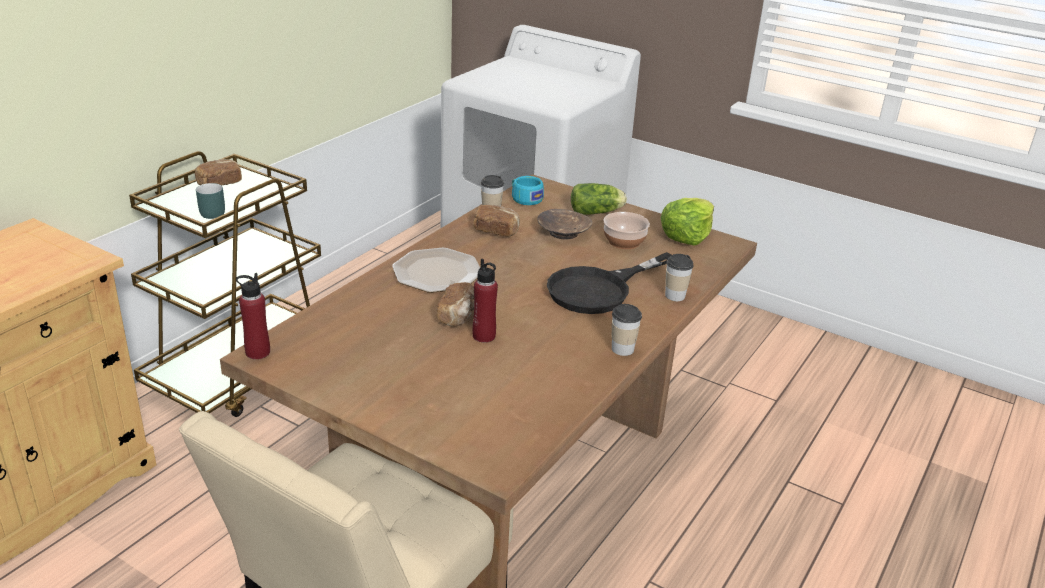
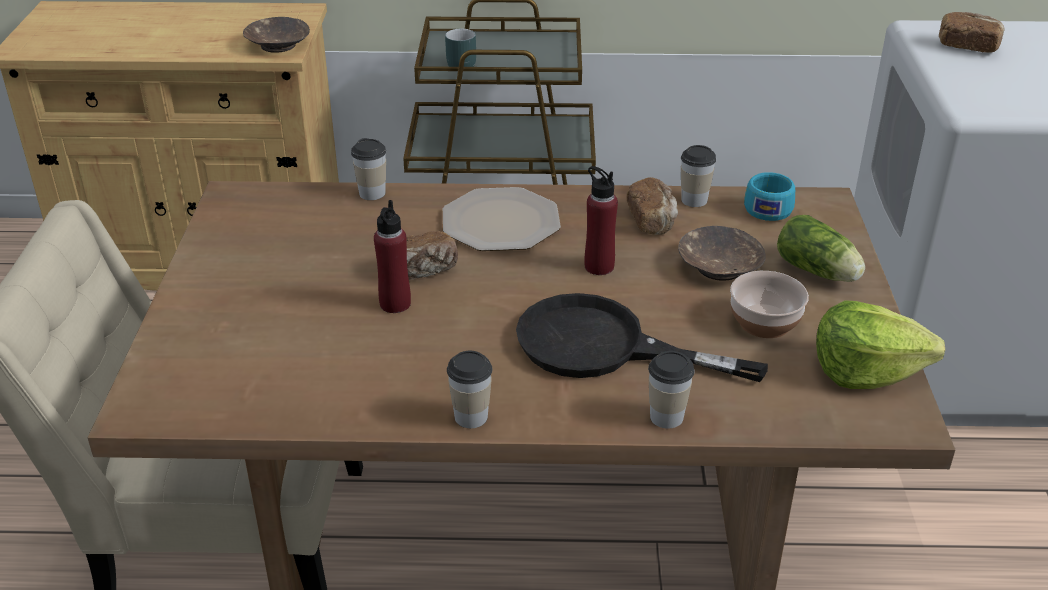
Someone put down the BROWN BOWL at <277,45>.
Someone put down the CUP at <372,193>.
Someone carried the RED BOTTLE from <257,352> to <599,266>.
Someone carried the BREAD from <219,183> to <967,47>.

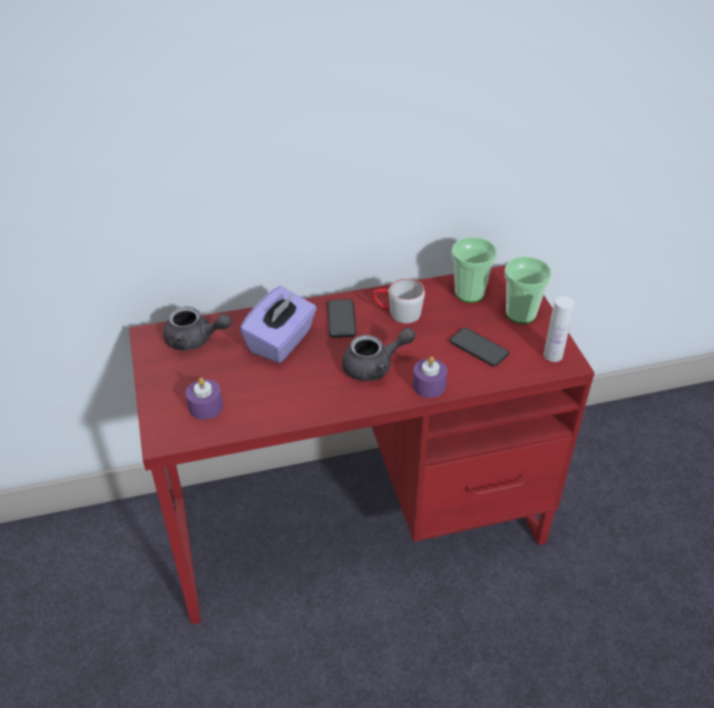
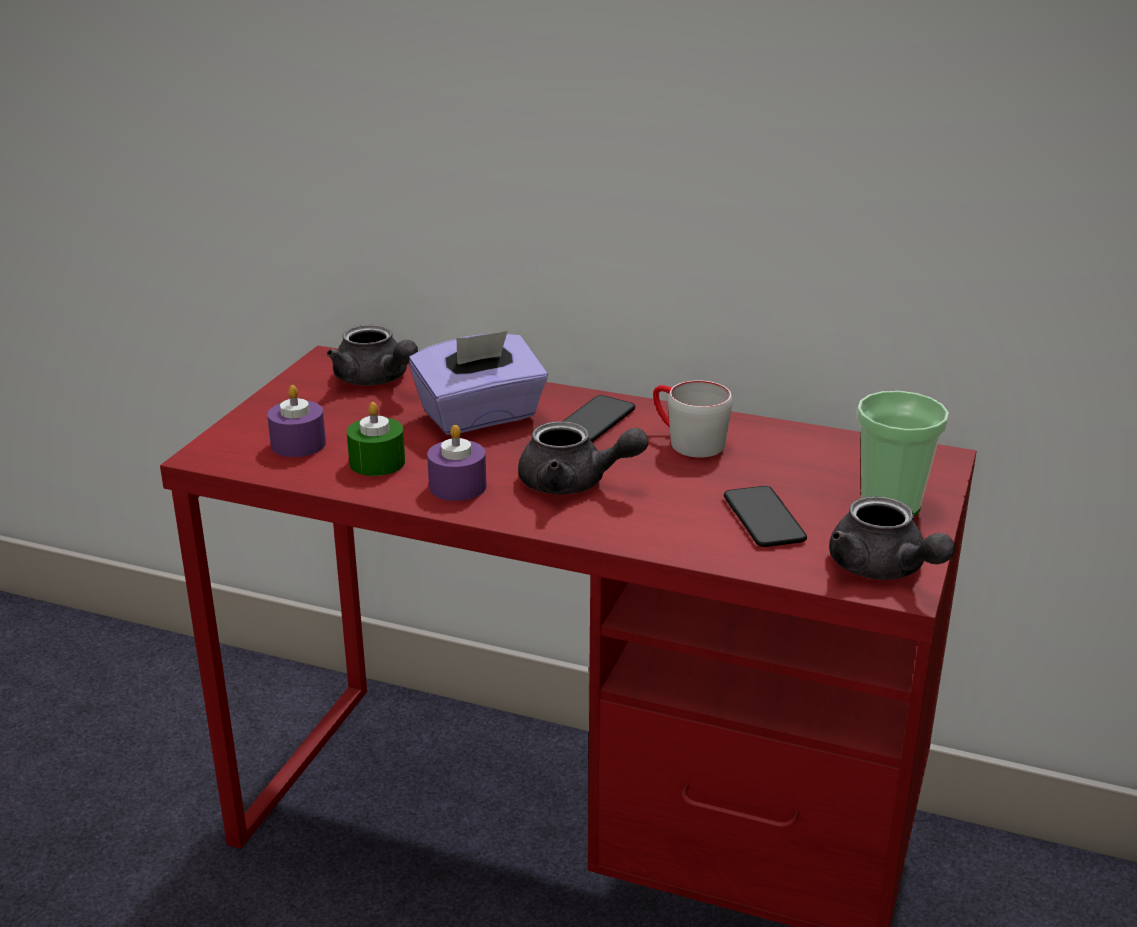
Someone put down the GREEN CANDLE at <377,462>.
Someone carried the PURPLE CANDLE from <429,385> to <457,486>.
Someone swapped the WHITE BOTTLE at <553,355> for the GREY TEAPOT at <883,570>.
Someone took away the CUP at <469,293>.

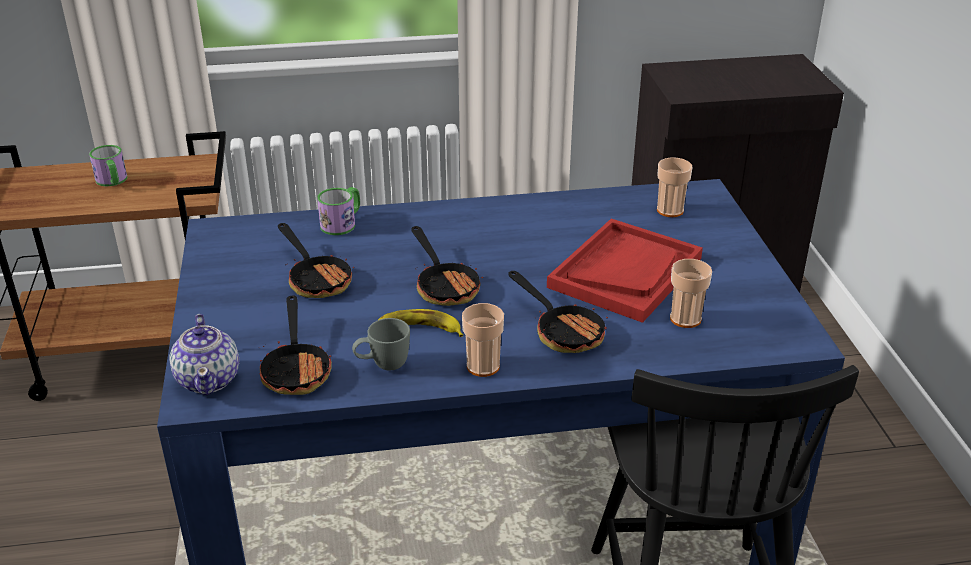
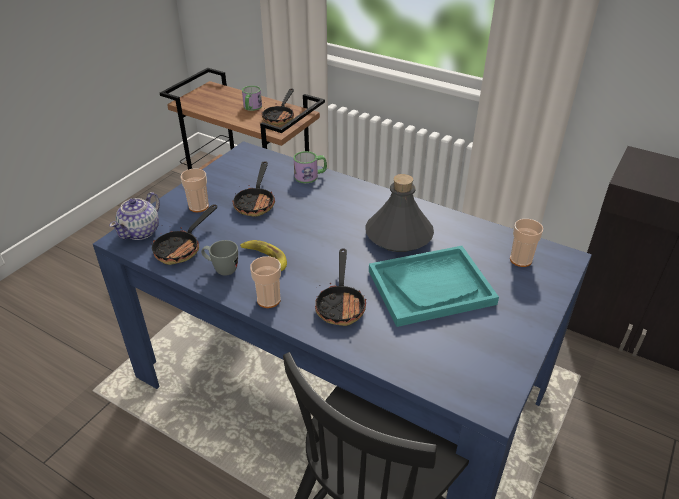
Someone carried the CUP from <685,319> to <198,206>.
Someone carried the FRYING PAN from <444,285> to <280,117>.
Someone put down the GREY BOTTLE at <399,235>.
Someone repainted the RED TRAY at <625,272>, which became the TURQUOISE TRAY at <431,287>.

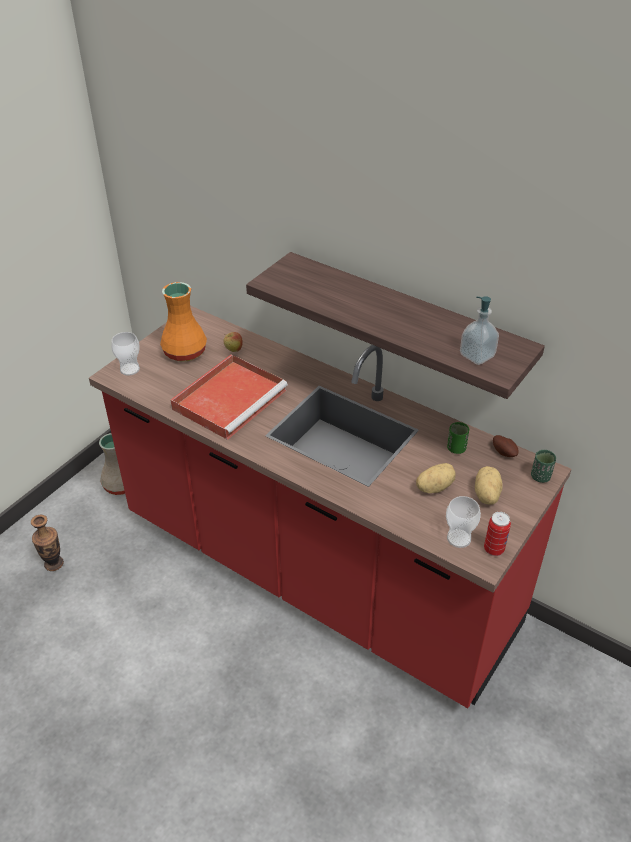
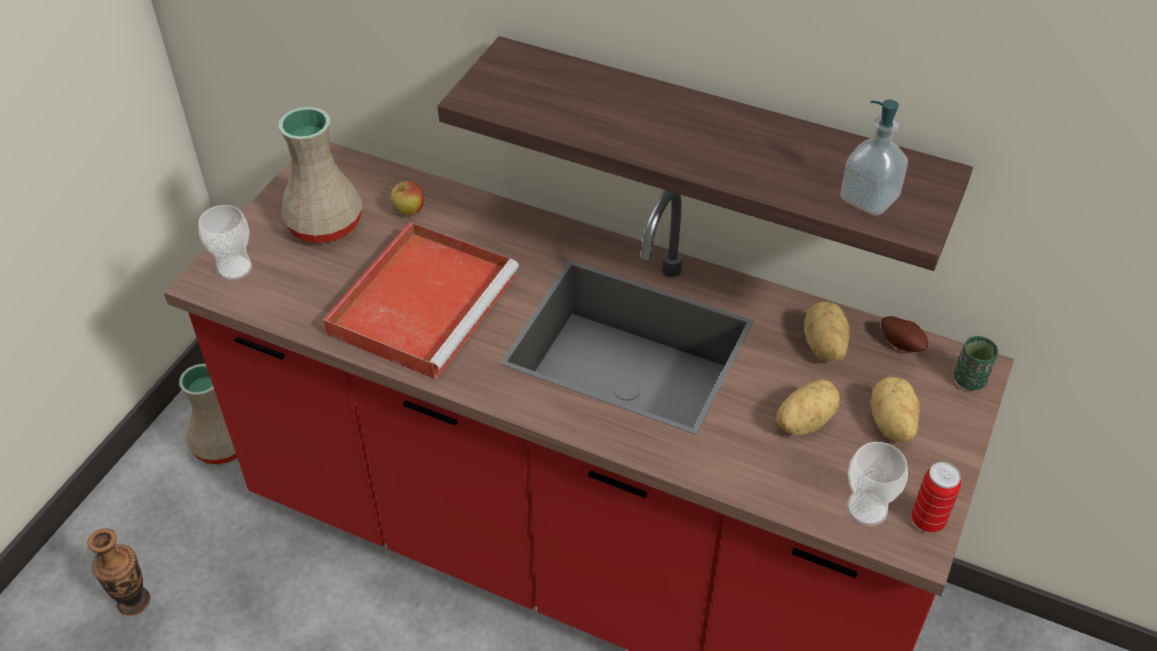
Someone repainted the ORANGE VASE at <186,352>, which became the BEIGE VASE at <327,224>.
Someone swapped the GREEN CUP at <456,448> for the POTATO at <823,347>.

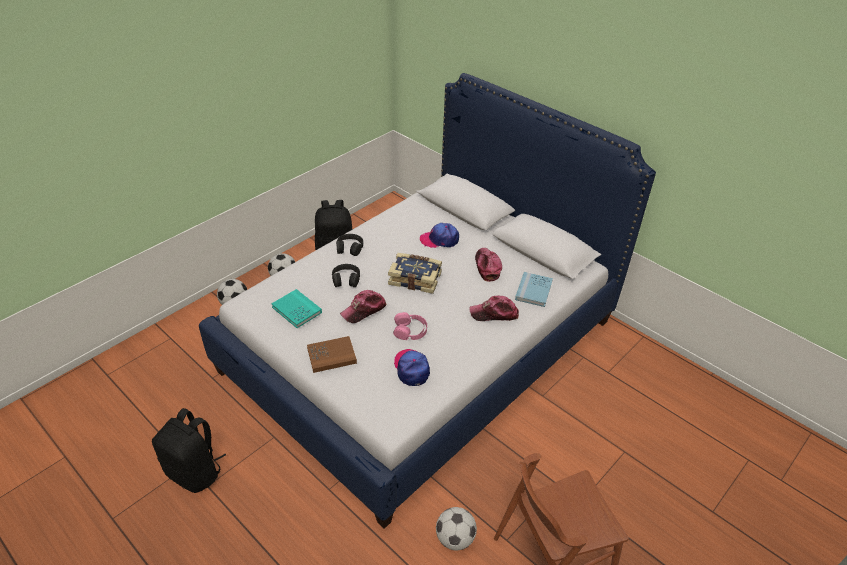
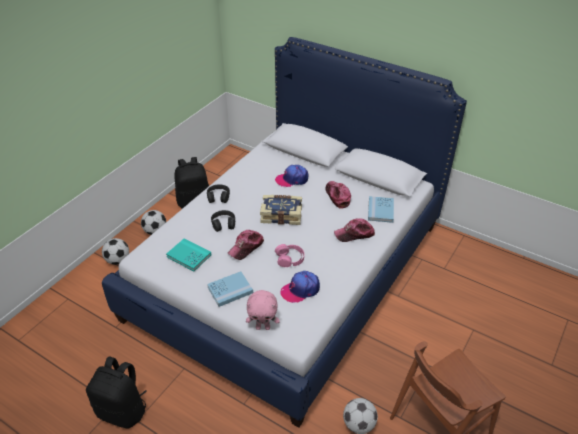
Someone repainted the BROWN BOOK at <331,356>, which became the BLUE BOOK at <230,290>.
Someone put down the PINK PLUSH TOY at <263,327>.
Someone rotated the CAP at <412,368> by 90 degrees counterclockwise.

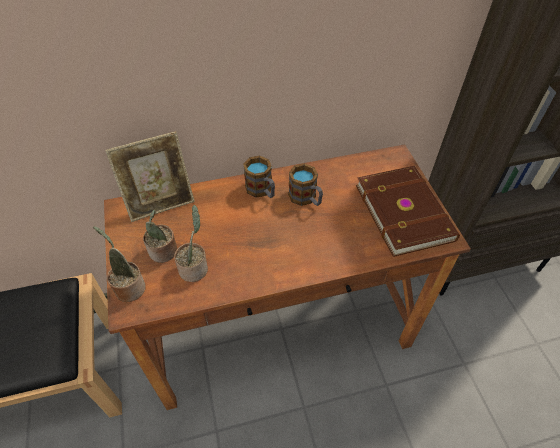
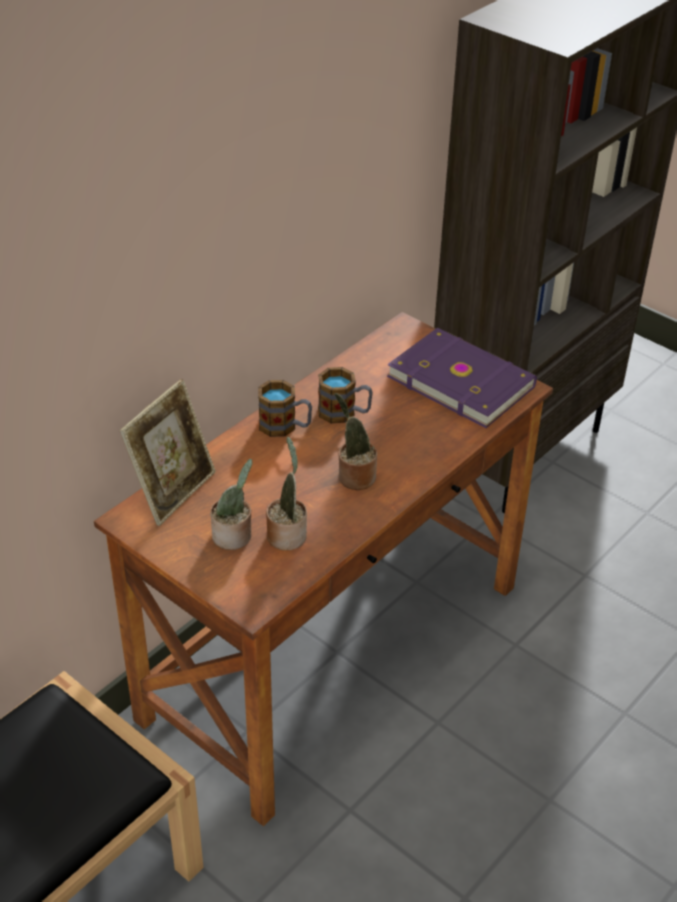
Someone carried the POTTED PLANT from <129,287> to <354,476>.
Someone repainted the BROWN BOOK at <405,211>, which became the PURPLE BOOK at <461,380>.

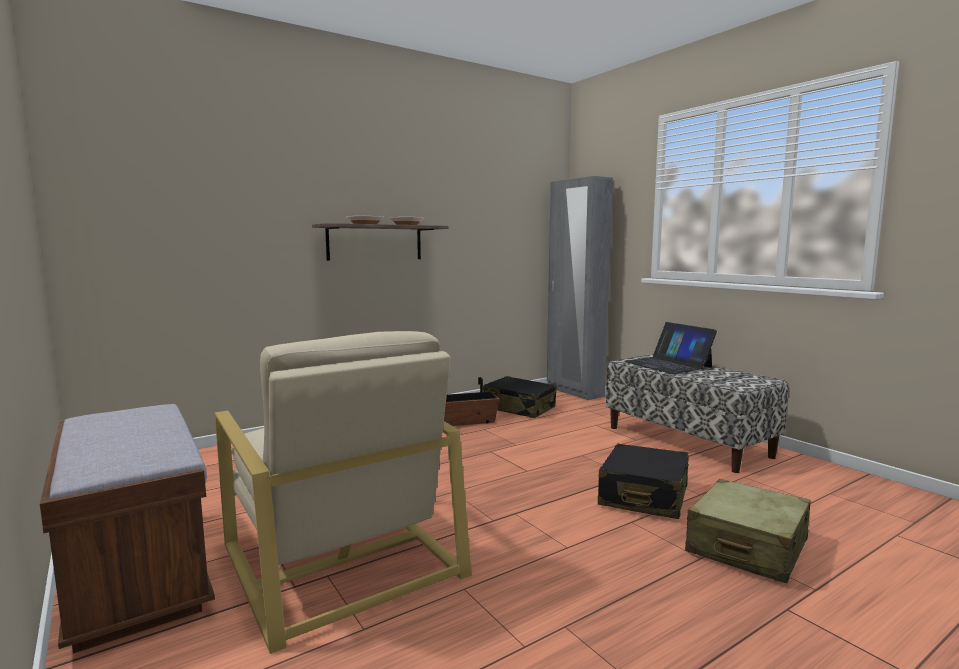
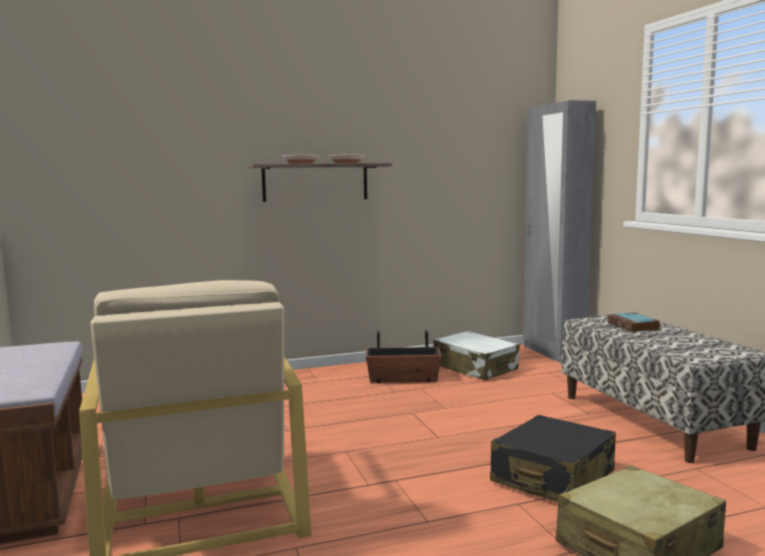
Someone repainted the BLACK SUITCASE at <519,408>, which became the WHITE SUITCASE at <475,368>.
Someone swapped the LAPTOP at <667,364> for the BOOK at <634,326>.

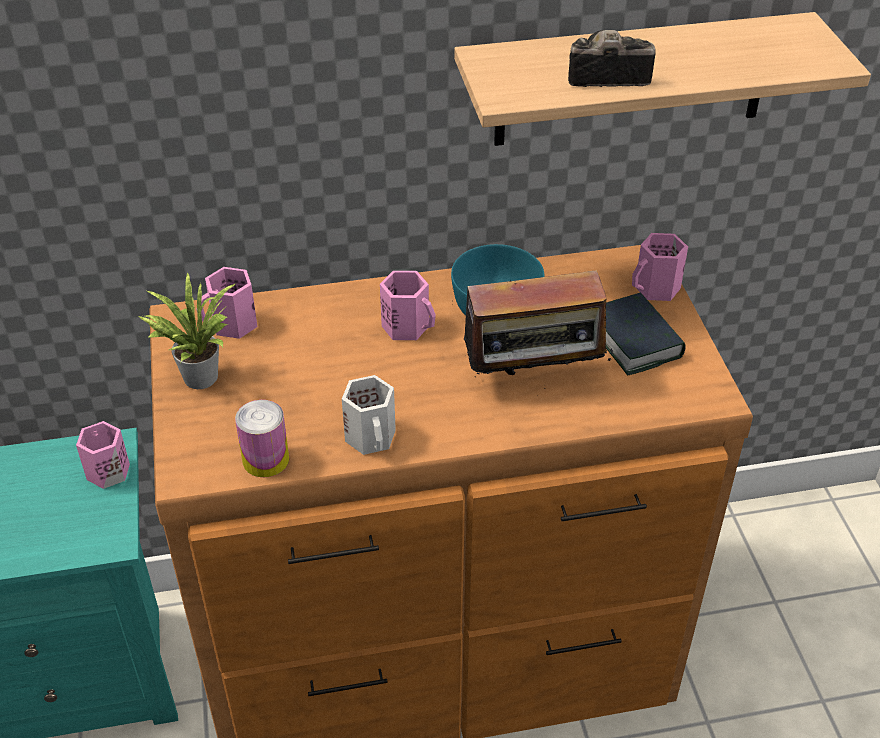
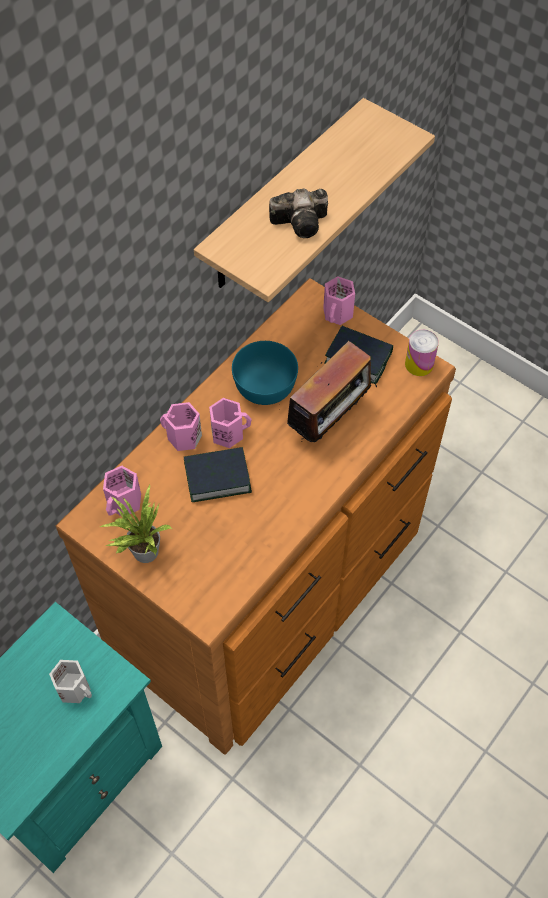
Someone carried the WHITE MUG from <372,437> to <75,688>.
Someone carried the PINK MUG from <106,471> to <182,437>.
Someone put down the BOOK at <217,477>.
Someone rotated the PHOTO CAMERA at <603,76> by 150 degrees counterclockwise.
Someone carried the CAN from <266,459> to <419,364>.

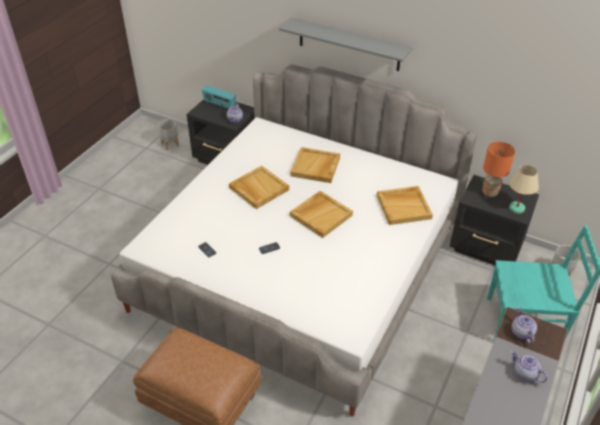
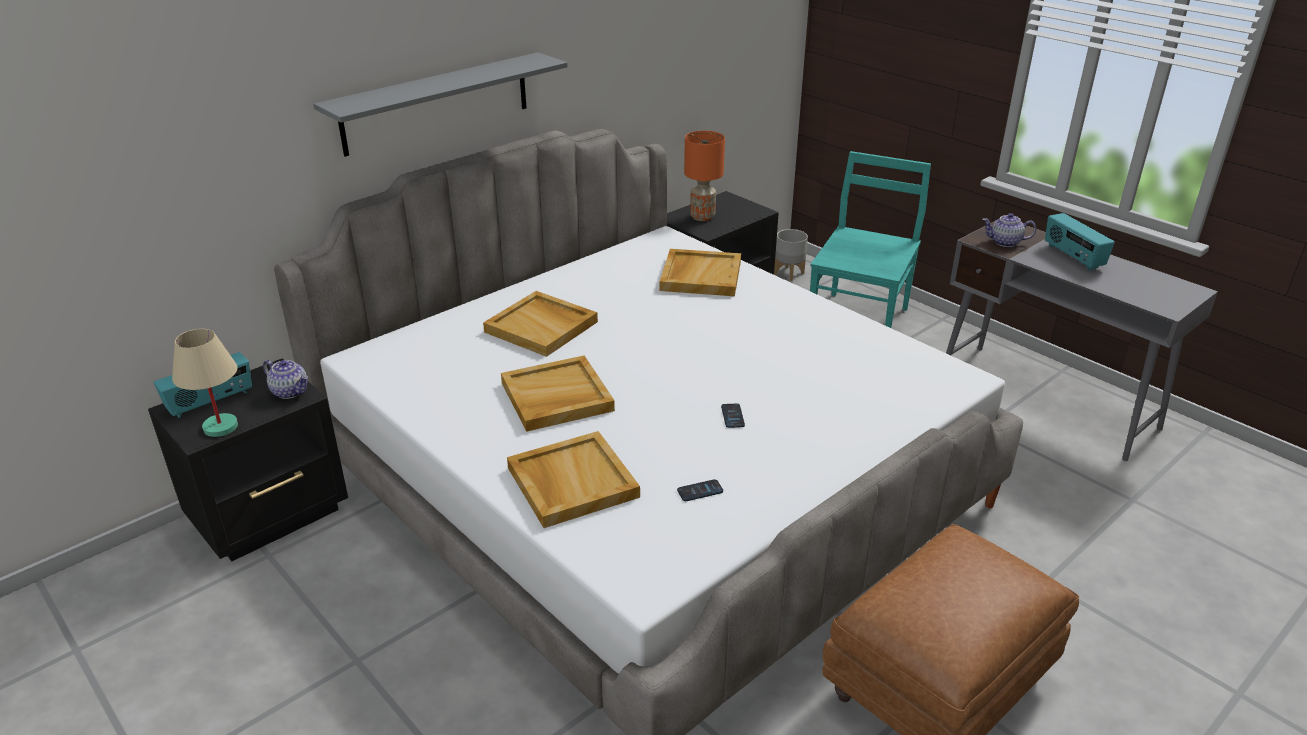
Someone carried the BEIGE TABLE LAMP from <516,208> to <220,427>.
Someone carried the BEIGE TRAY from <321,215> to <571,482>.
Someone swapped the TEAPOT at <524,373> for the RADIO at <1072,257>.
Someone took away the GREY PLANTER at <170,145>.

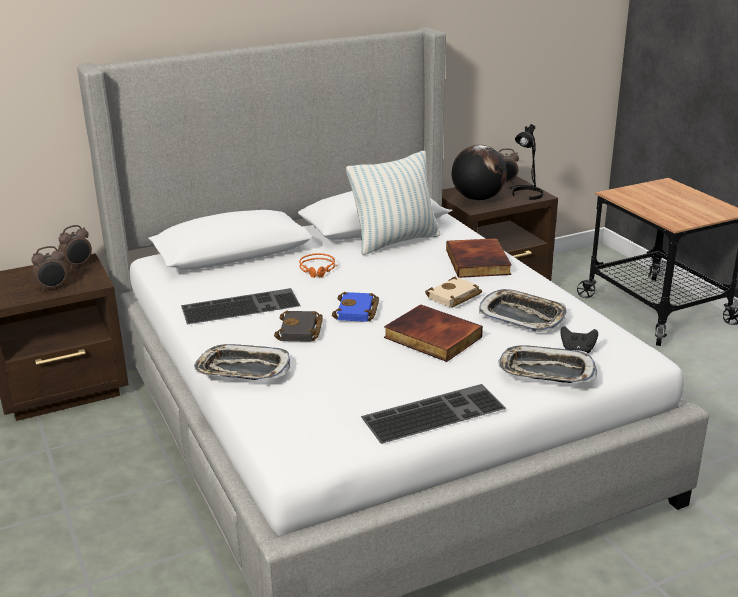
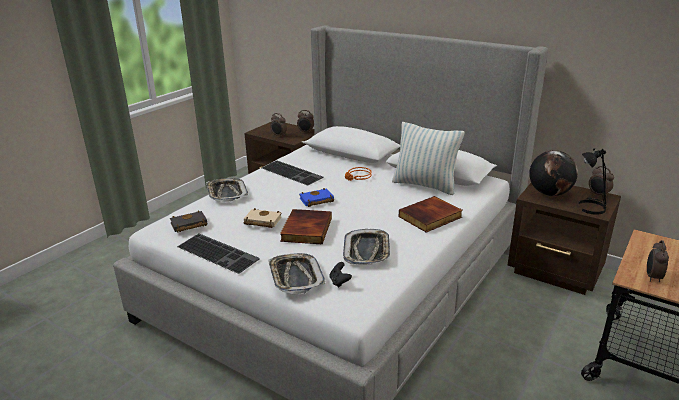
Someone carried the BLACK BOOK from <301,331> to <188,225>.
Someone carried the BEIGE BOOK from <454,297> to <261,221>.
Someone put down the ALARM CLOCK at <652,277>.

